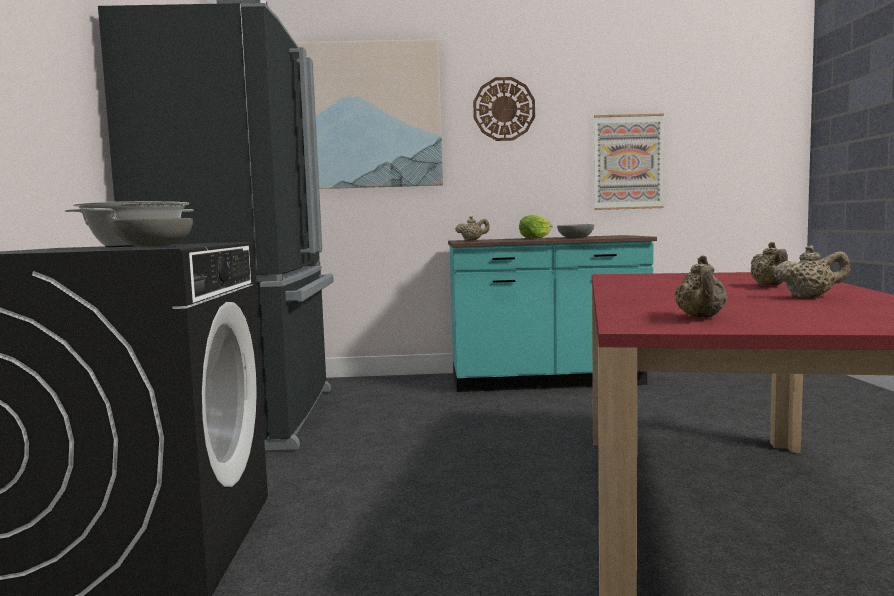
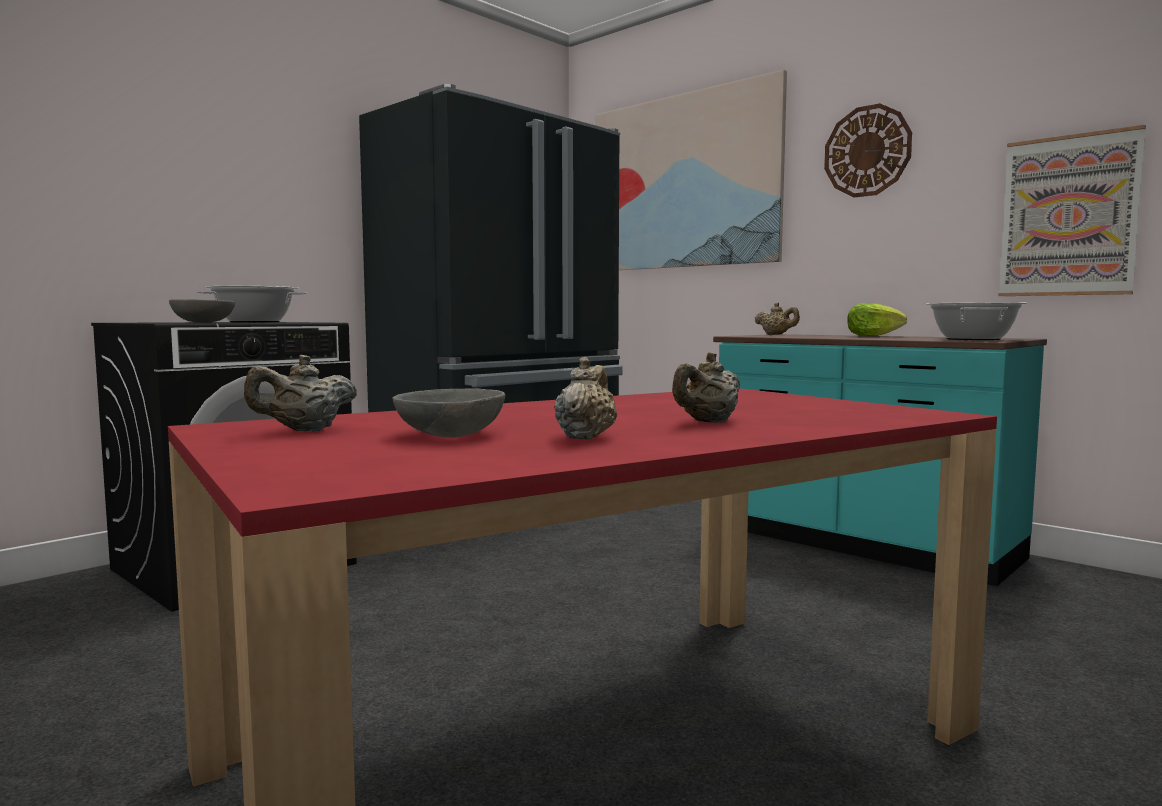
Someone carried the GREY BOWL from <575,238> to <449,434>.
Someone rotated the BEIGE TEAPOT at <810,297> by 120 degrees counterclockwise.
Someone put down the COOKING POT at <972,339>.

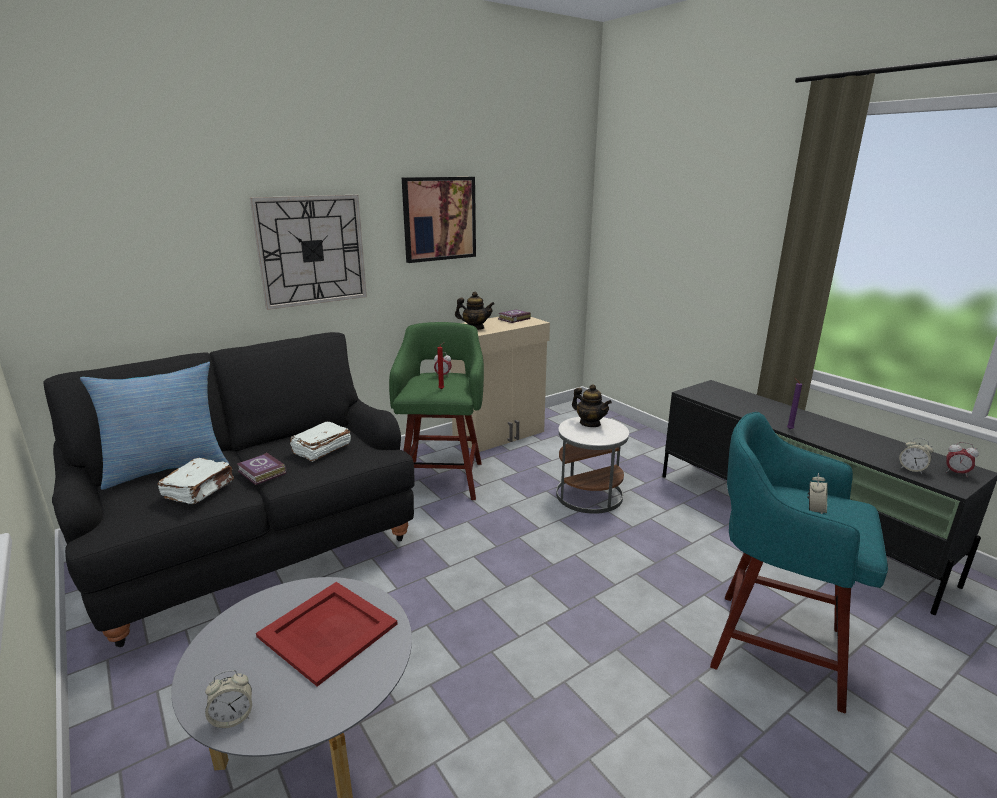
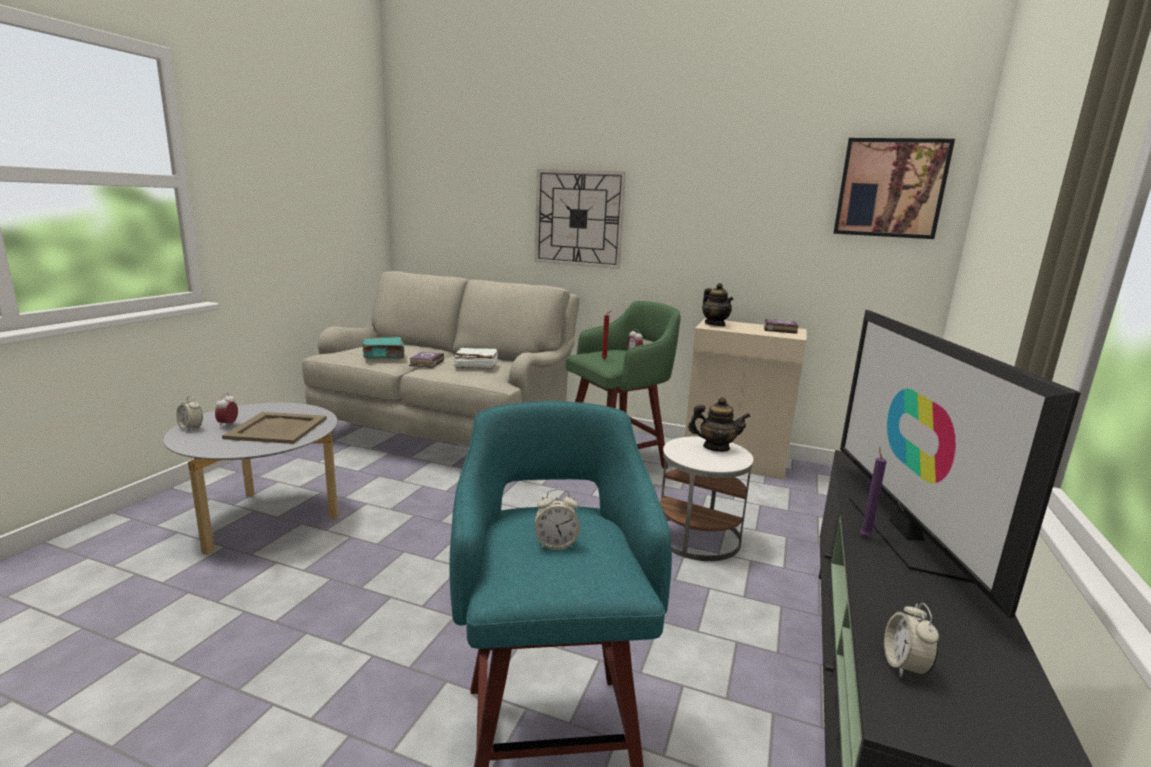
Someone carried the ALARM CLOCK from <956,473> to <228,425>.
Someone repainted the RED TRAY at <326,630>, which became the BEIGE TRAY at <276,428>.
Someone repainted the BLACK SOFA at <254,543>, which became the BEIGE SOFA at <448,430>.
Someone repainted the WHITE BOOK at <200,490>, which became the TURQUOISE BOOK at <384,356>.
Someone rotated the TEAPOT at <590,423> by 90 degrees counterclockwise.
Someone carried the PICTURE from <439,219> to <890,188>.
Someone put down the TELEVISION at <905,532>.
Someone took away the PILLOW at <168,468>.

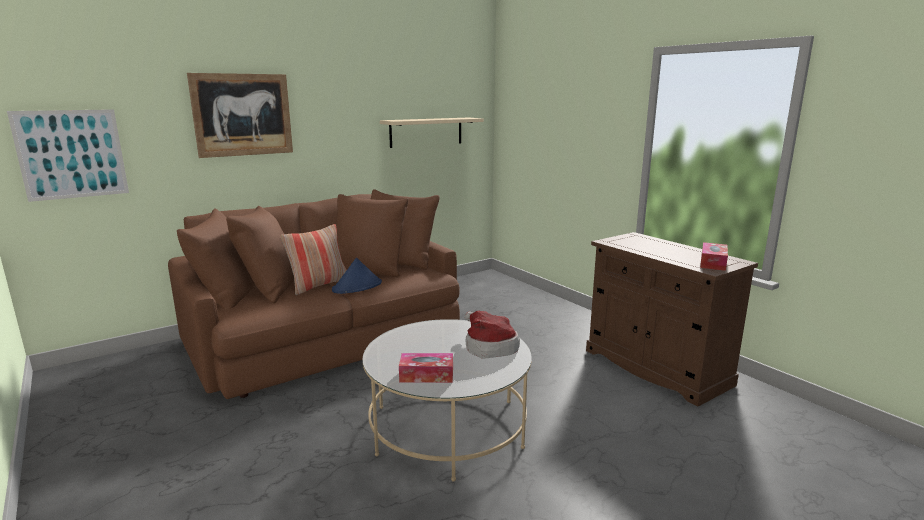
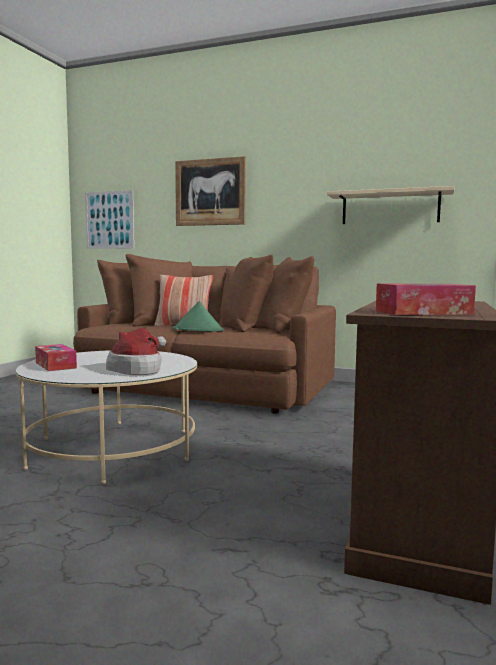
Someone repainted the BLUE HAT at <357,287>, which became the GREEN HAT at <198,330>.

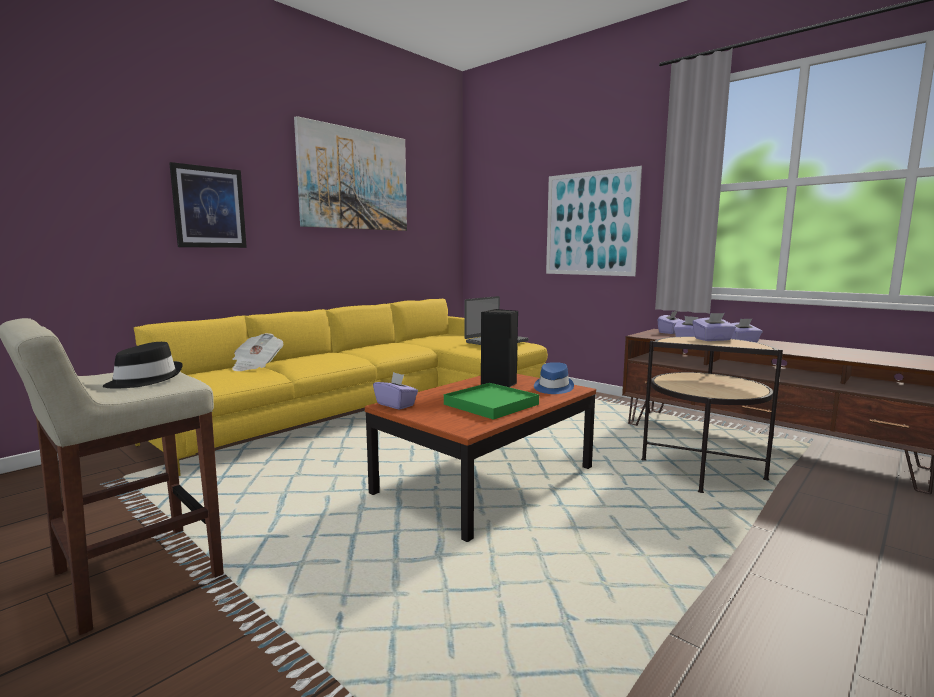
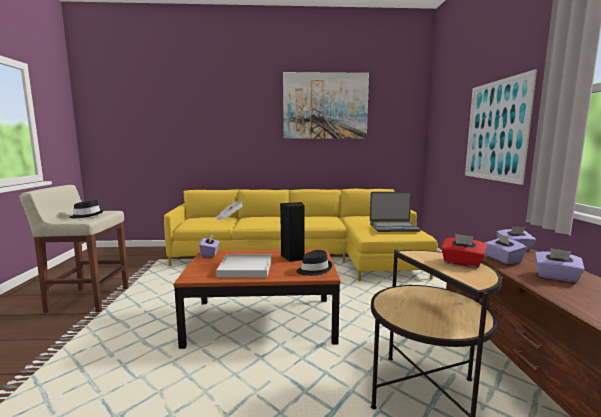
Someone repainted the GREEN TRAY at <490,404>, which became the WHITE TRAY at <245,268>.
Someone repainted the BLUE HAT at <552,388>, which became the BLACK HAT at <314,270>.
Someone repainted the PURPLE TISSUE BOX at <713,339>, which became the RED TISSUE BOX at <462,263>.
Someone took away the PICTURE at <209,207>.

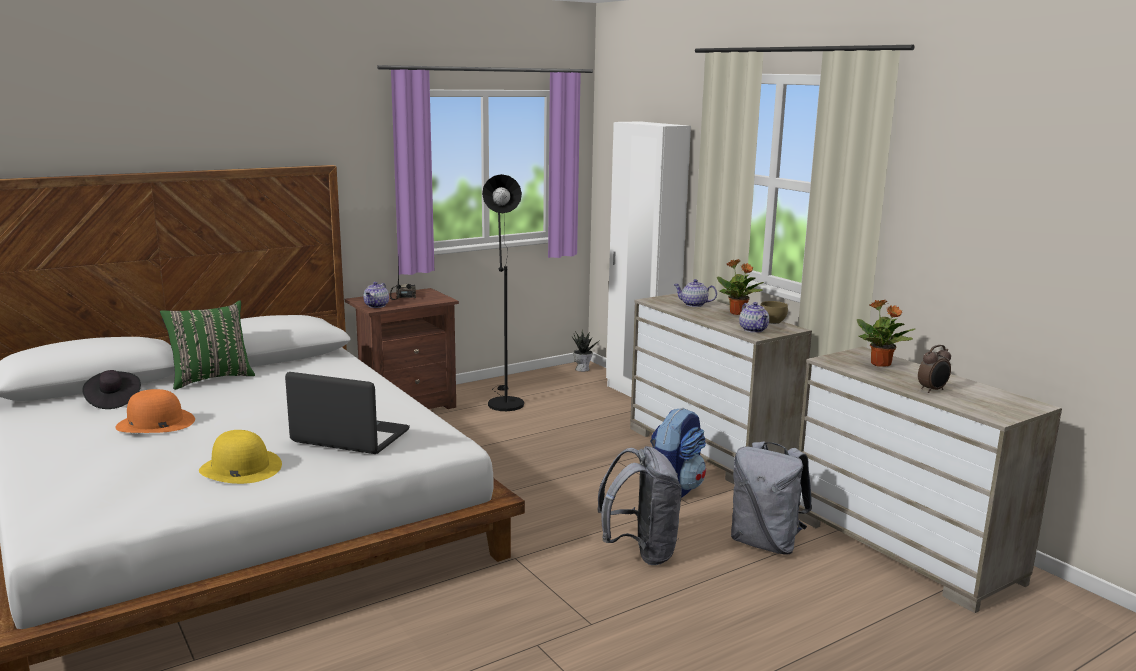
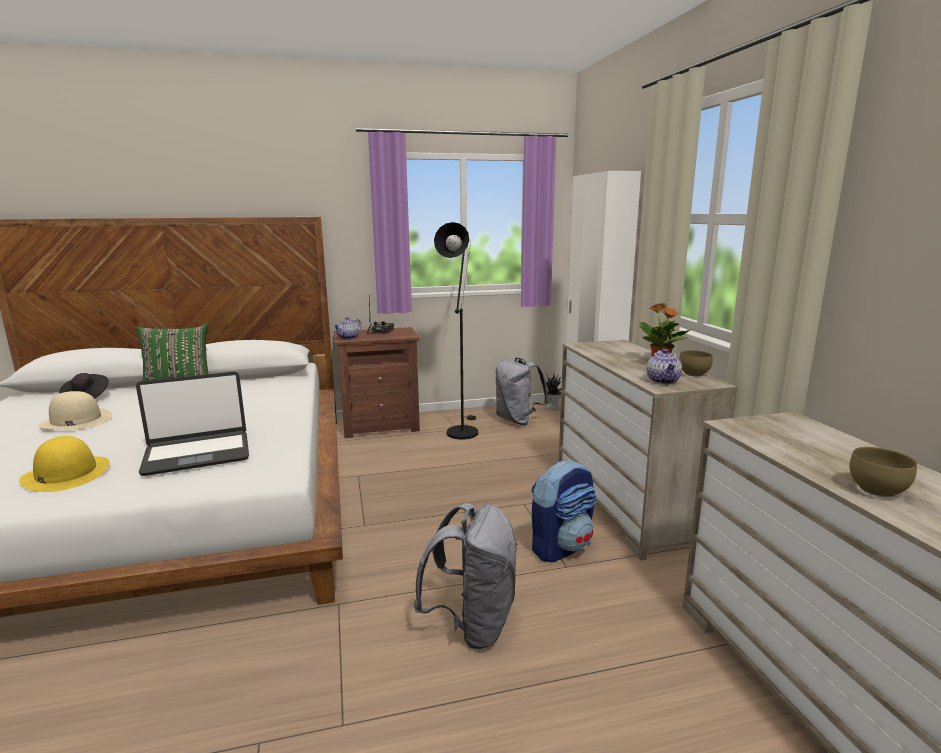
Someone repainted the ORANGE HAT at <155,423>, which became the BEIGE HAT at <76,421>.
Someone rotated the LAPTOP at <350,437> by 120 degrees clockwise.
Someone carried the GREY BACKPACK from <766,543> to <518,420>.
Someone swapped the ALARM CLOCK at <932,390> for the BROWN BOWL at <877,489>.
Someone took away the TEAPOT at <693,304>.
Someone took away the POTTED PLANT at <881,364>.

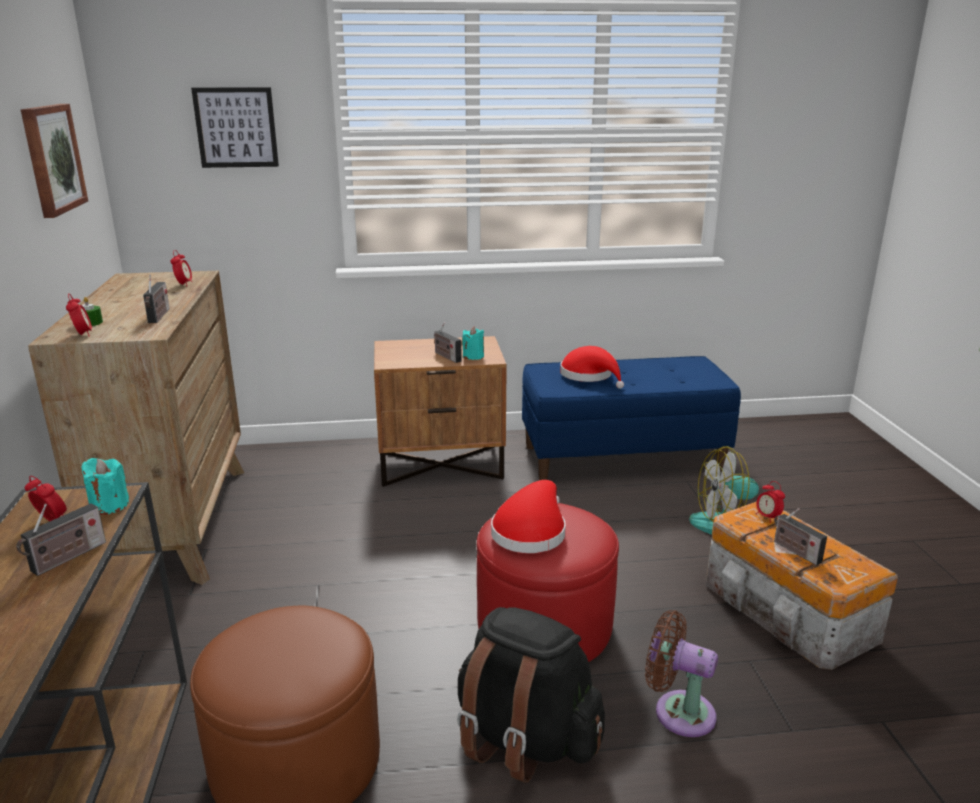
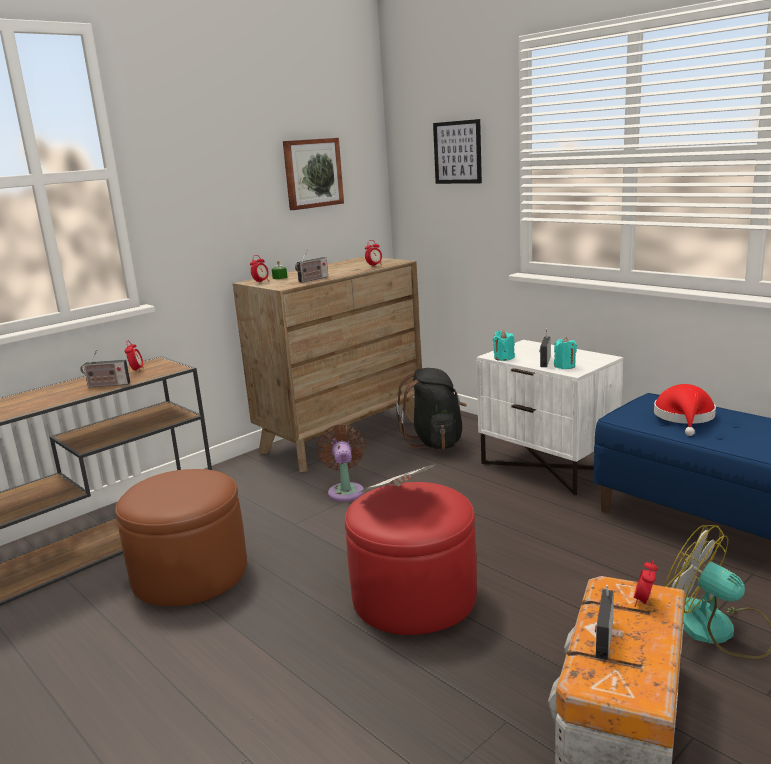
Someone carried the BROWN FAN from <678,711> to <345,490>.
Someone swapped the RED HAT at <530,531> for the NEWSPAPER at <397,499>.
Someone carried the BLACK BACKPACK from <525,739> to <435,442>.
Someone repainted the BROWN NIGHTSTAND at <441,464>, which became the WHITE NIGHTSTAND at <548,466>.
Someone carried the TURQUOISE CANDLE from <109,505> to <503,358>.

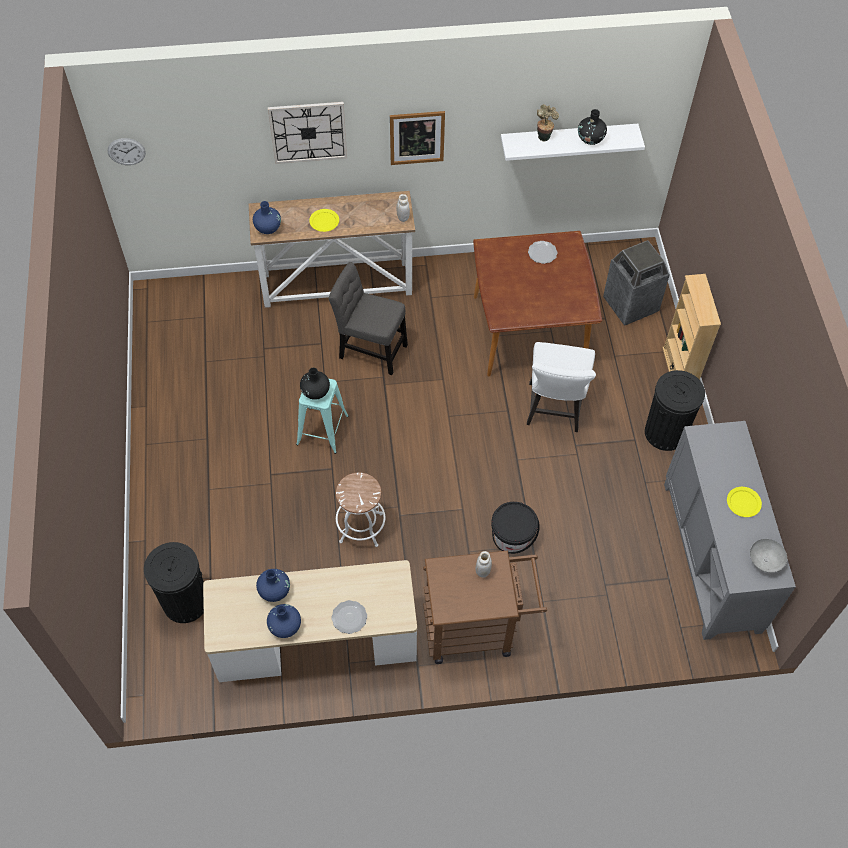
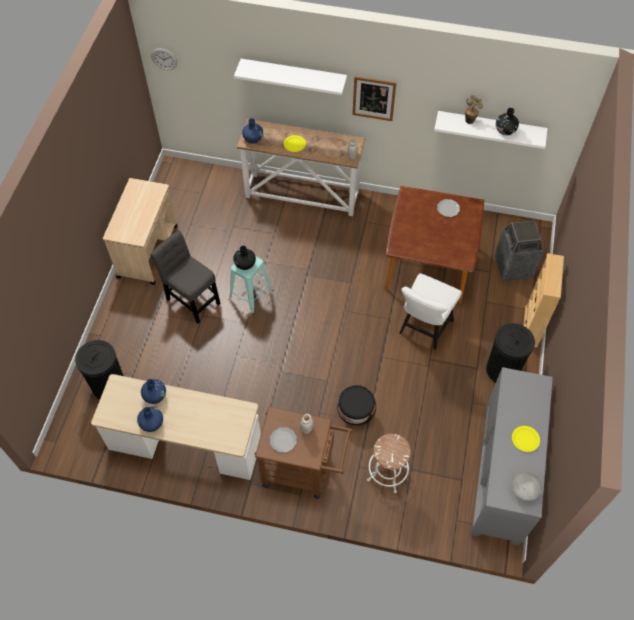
Someone put down the BEIGE CART at <148,251>.
Someone carried the GREY CHAIR from <370,349> to <191,299>.
Someone swapped the WALL CLOCK at <308,132> for the WHITE SHELF at <293,75>.
Someone carried the PLATE from <349,617> to <283,440>.
Someone carried the WHITE STOOL from <361,527> to <387,473>.

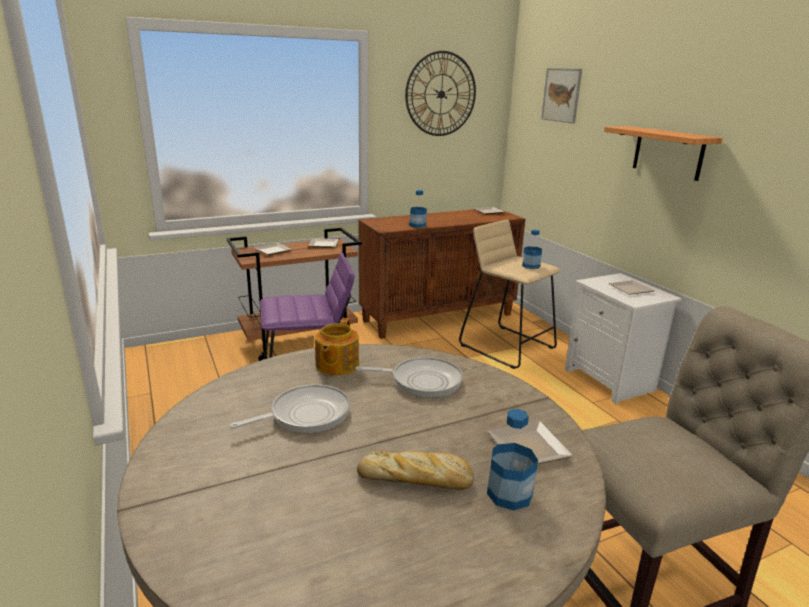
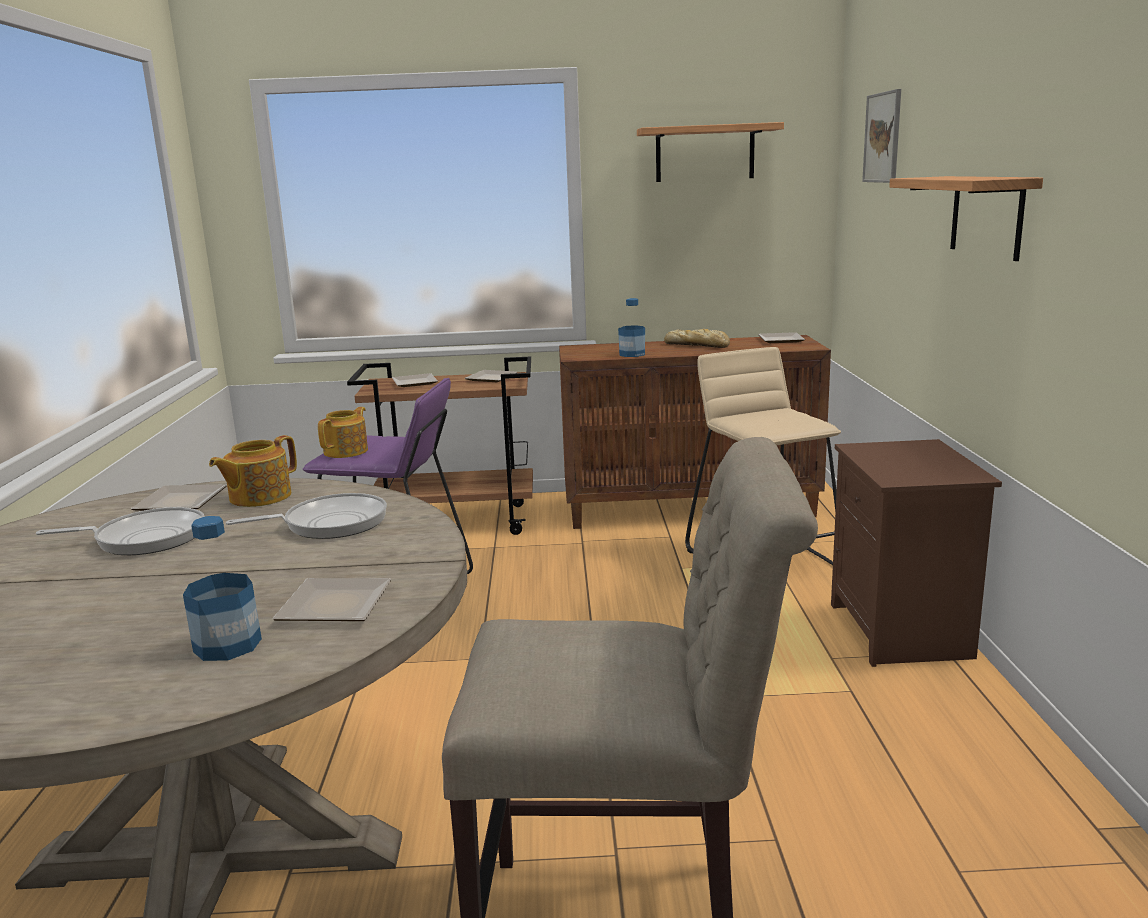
Someone carried the PLATE from <631,289> to <185,501>.
Someone rotated the FRYING PAN at <422,381> by 45 degrees counterclockwise.
Someone put down the TEAPOT at <347,451>.
Someone swapped the WALL CLOCK at <441,94> for the SHELF at <705,153>.
Someone carried the BREAD from <417,478> to <698,345>.
Someone repainted the WHITE NIGHTSTAND at <611,381>, which became the BROWN NIGHTSTAND at <902,632>.
Someone took away the BOTTLE at <531,266>.

